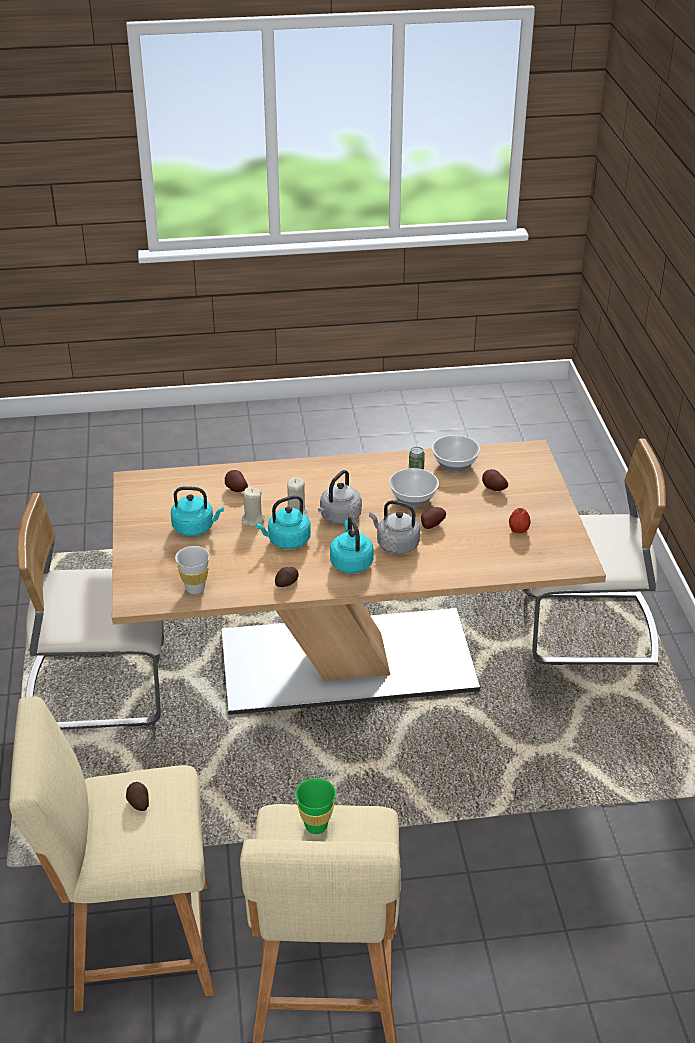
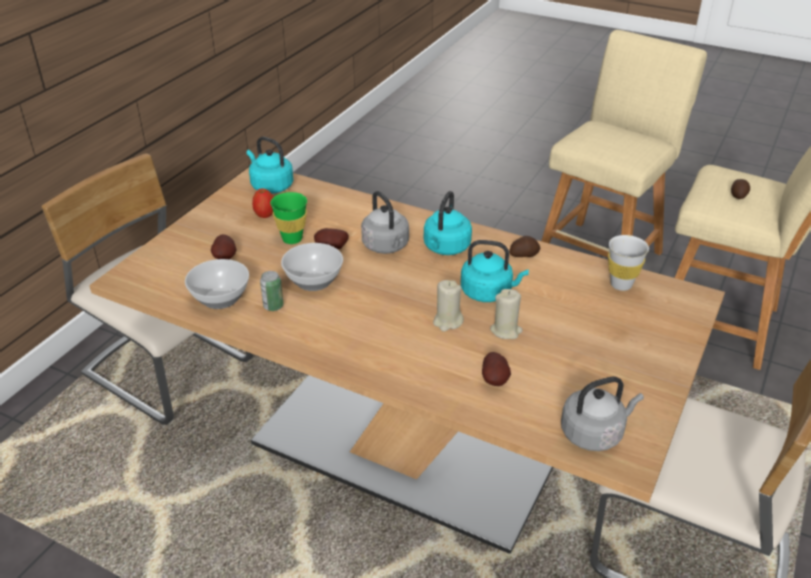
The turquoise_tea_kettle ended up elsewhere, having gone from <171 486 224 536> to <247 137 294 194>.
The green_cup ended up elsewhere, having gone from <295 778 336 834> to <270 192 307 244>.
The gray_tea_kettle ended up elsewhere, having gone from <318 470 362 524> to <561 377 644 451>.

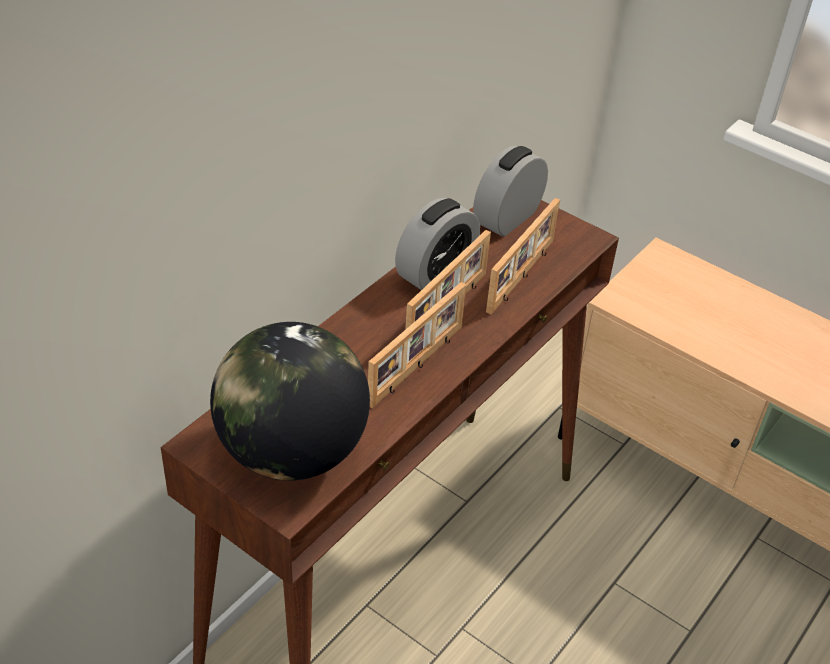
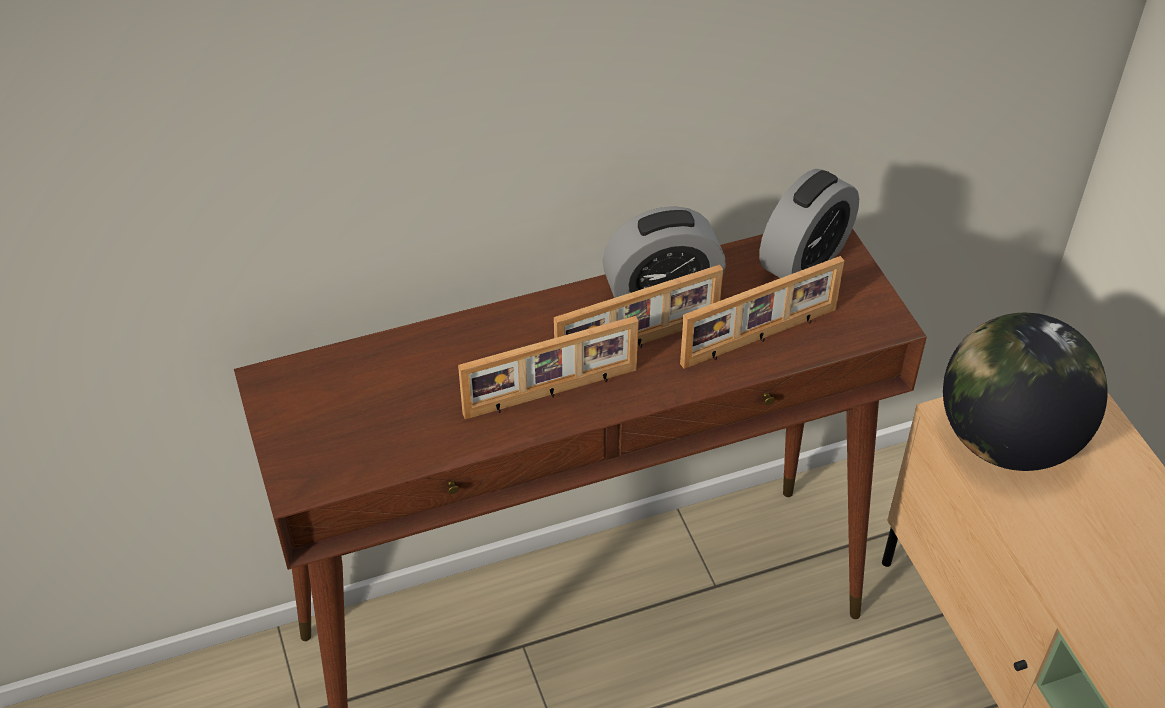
The alarm_clock at <473 146 548 237> ended up facing another way, 150 degrees clockwise from before.
The desk_globe ended up elsewhere, having gone from <210 322 370 481> to <943 313 1108 471>.

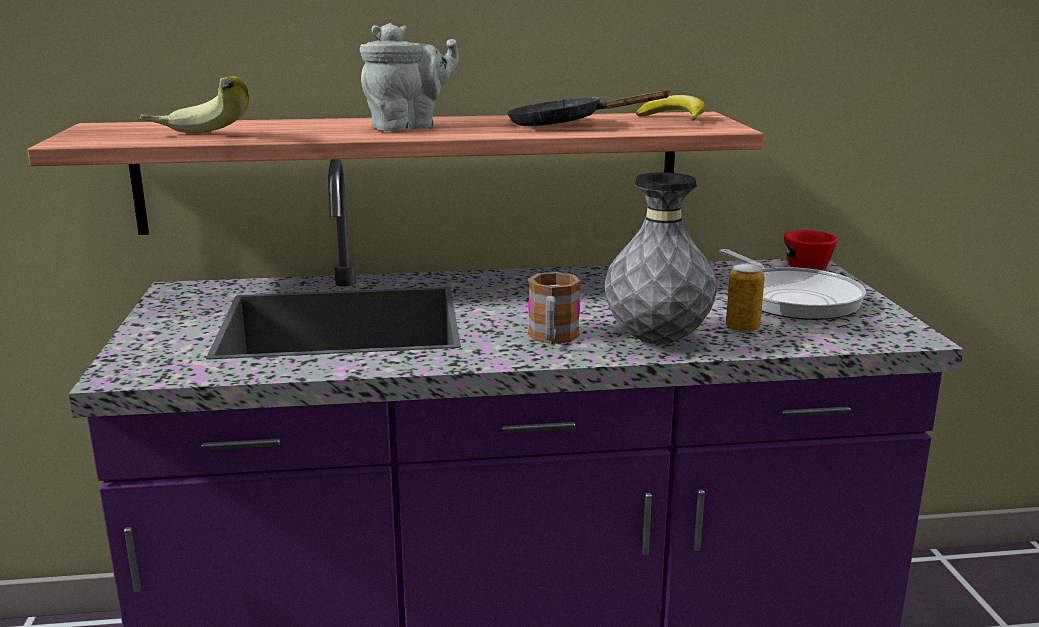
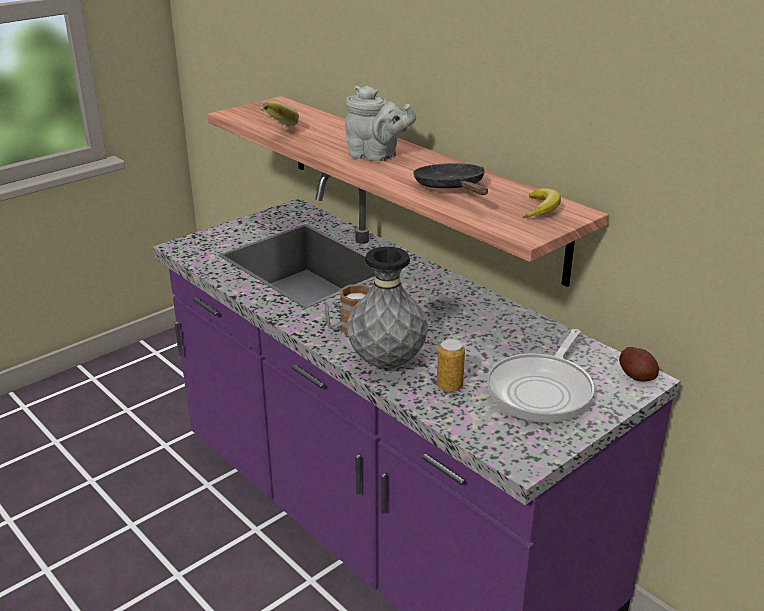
Where the reddish_cup stood at <784 230 837 270>, the potato came to stand at <619 347 659 382>.

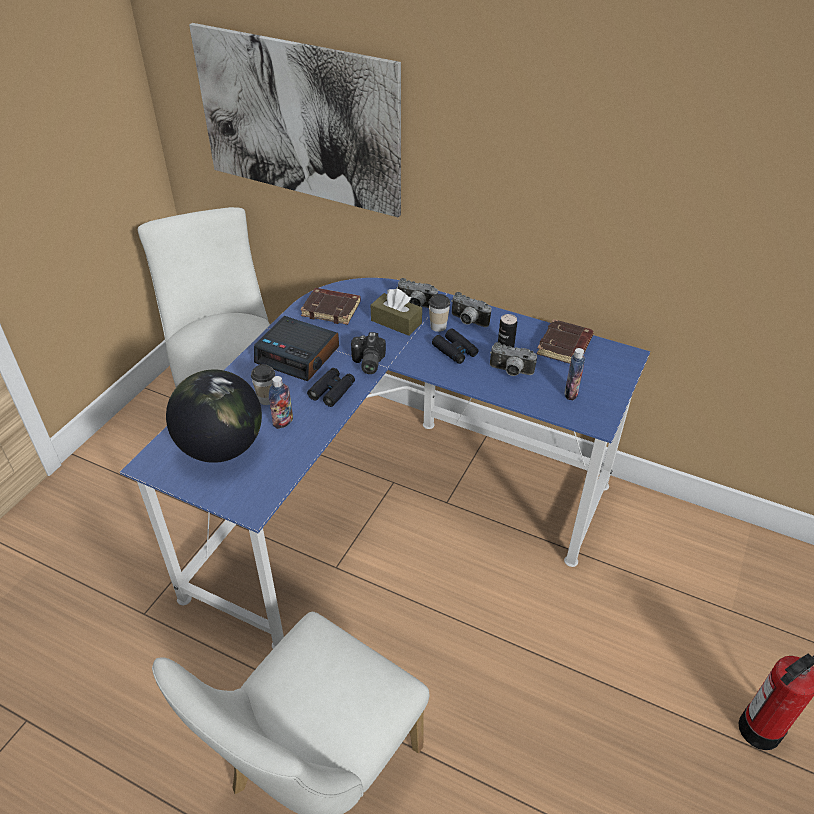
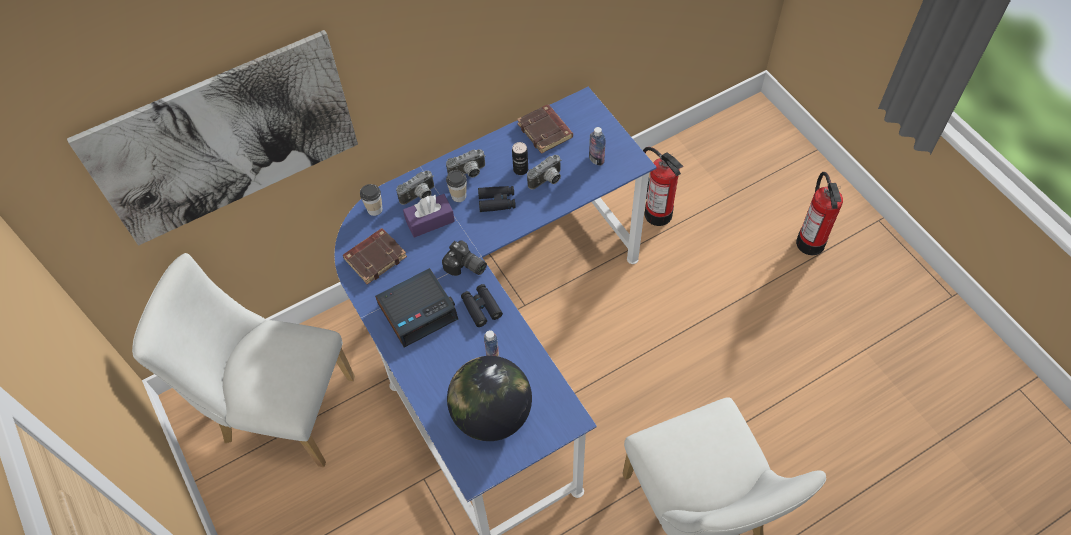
The cup ended up elsewhere, having gone from <251 364 275 405> to <360 184 383 216>.
What was the brownish_box_of_tissues at <371 288 422 336> turned into the purple_box_of_tissues at <403 194 455 238>.
The second view gained the fire_extinguisher at <643 147 684 226>.

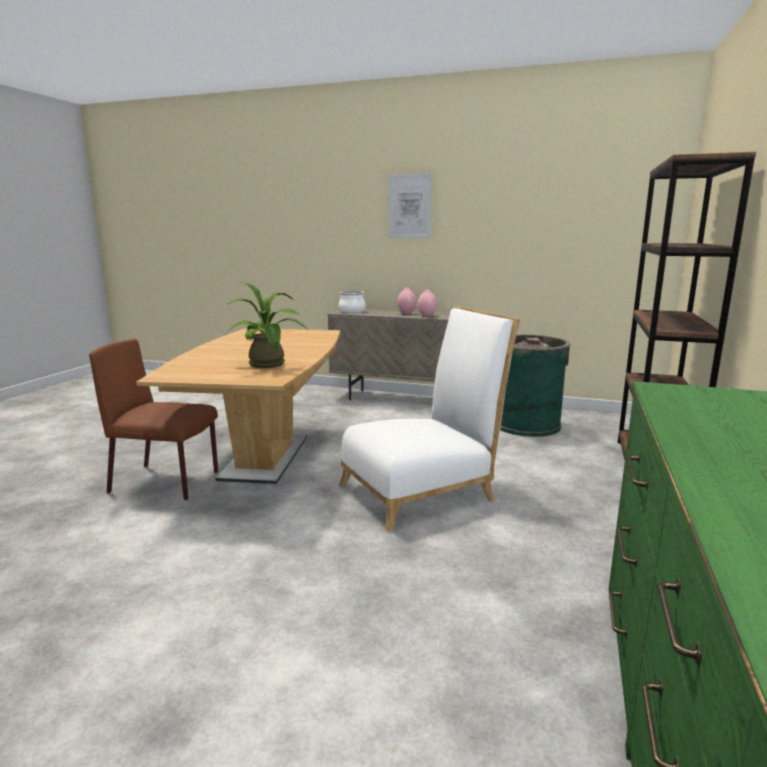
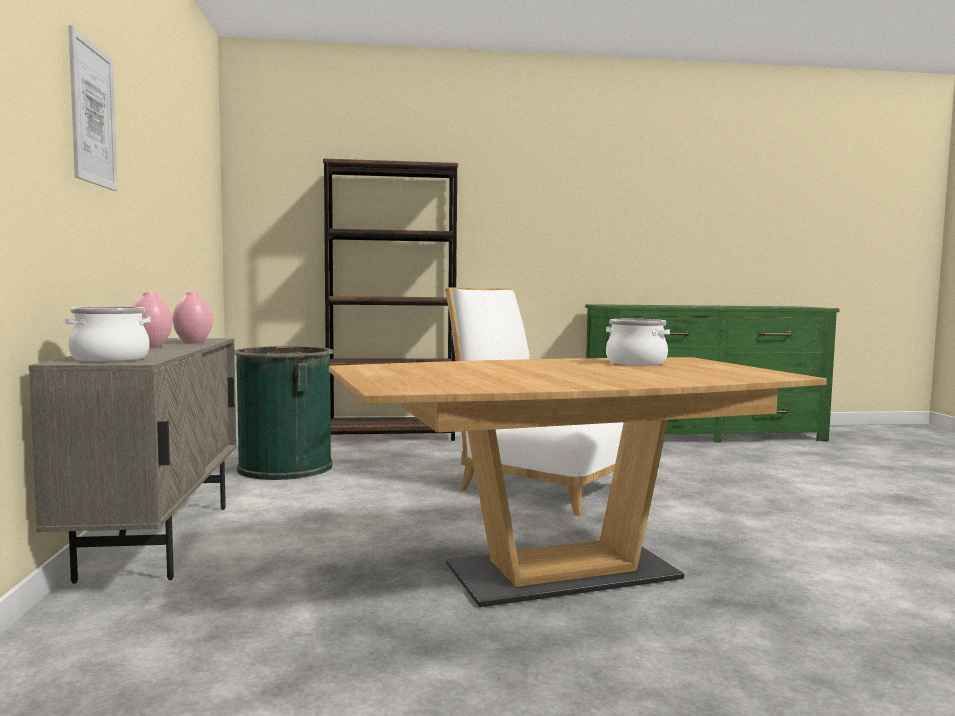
Where the houseplant stood at <225 282 308 368>, the stockpot came to stand at <606 319 670 366>.
The second view lost the brownish_upright_chair at <89 339 218 500>.

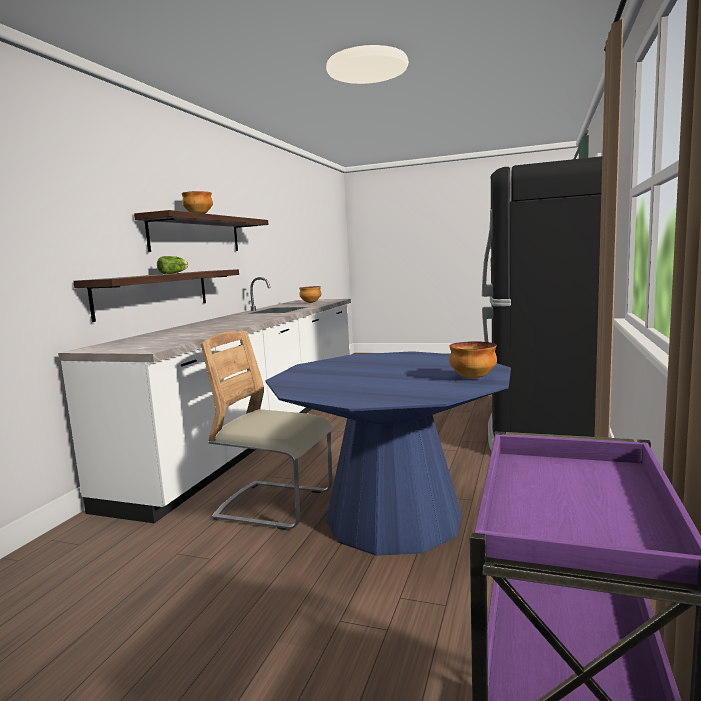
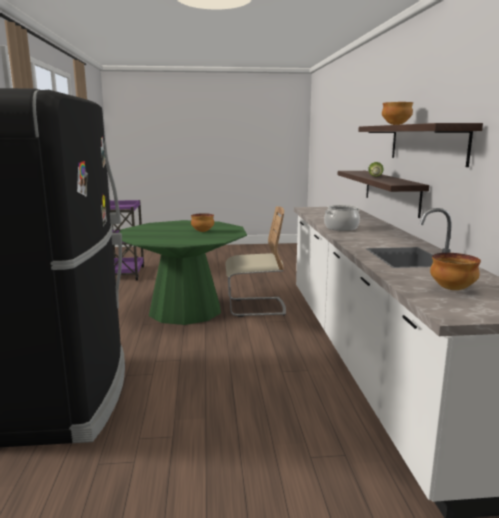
What was the blue_dinner_table at <265 351 511 556> turned into the green_dinner_table at <119 220 247 325>.
The bowl ended up elsewhere, having gone from <449 341 497 379> to <191 213 214 232>.
The second view gained the stockpot at <324 205 360 231>.

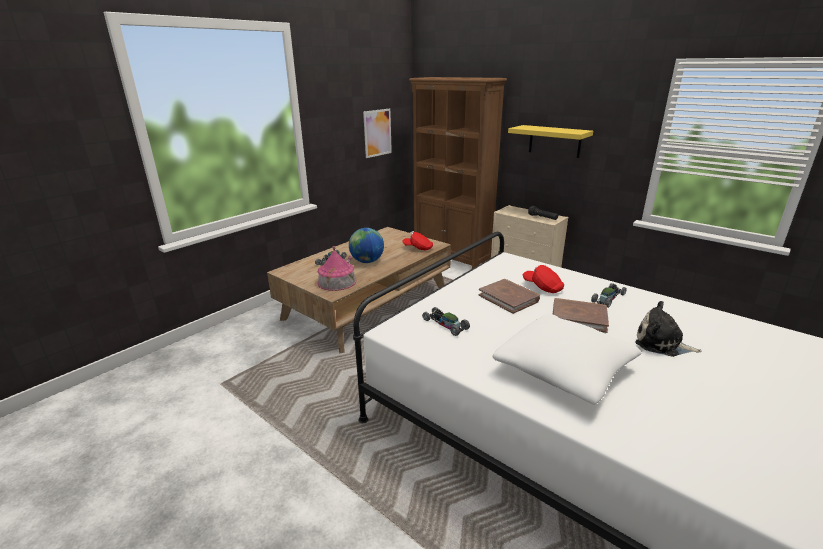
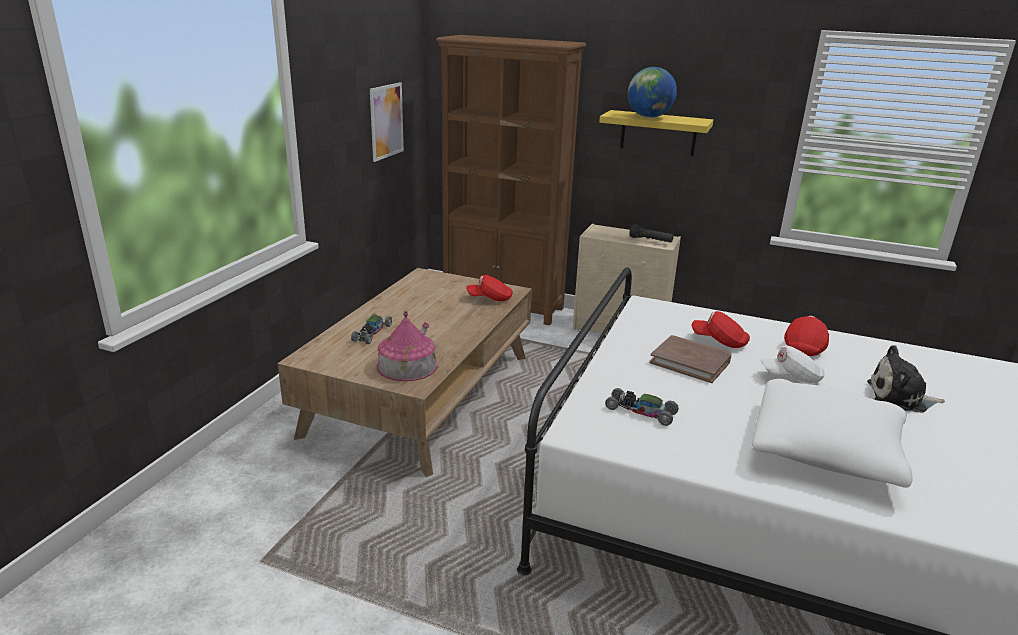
The desk_globe ended up elsewhere, having gone from <349 228 384 263> to <628 67 677 118>.
Where the brownish_volume stood at <553 298 609 333>, the white-coloured_cap came to stand at <760 346 824 383>.
Where the model_car stood at <591 283 627 308>, the reddish_cap came to stand at <784 316 829 356>.

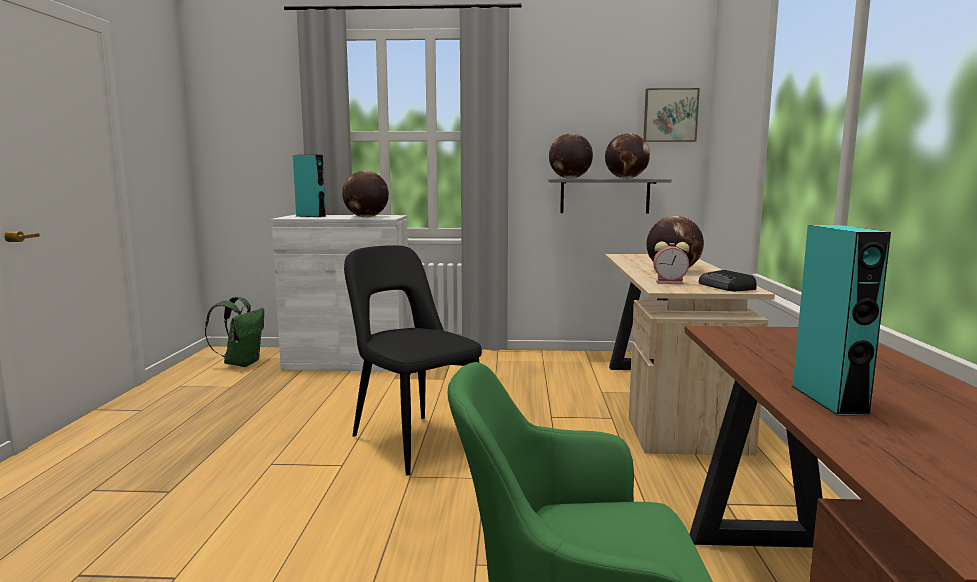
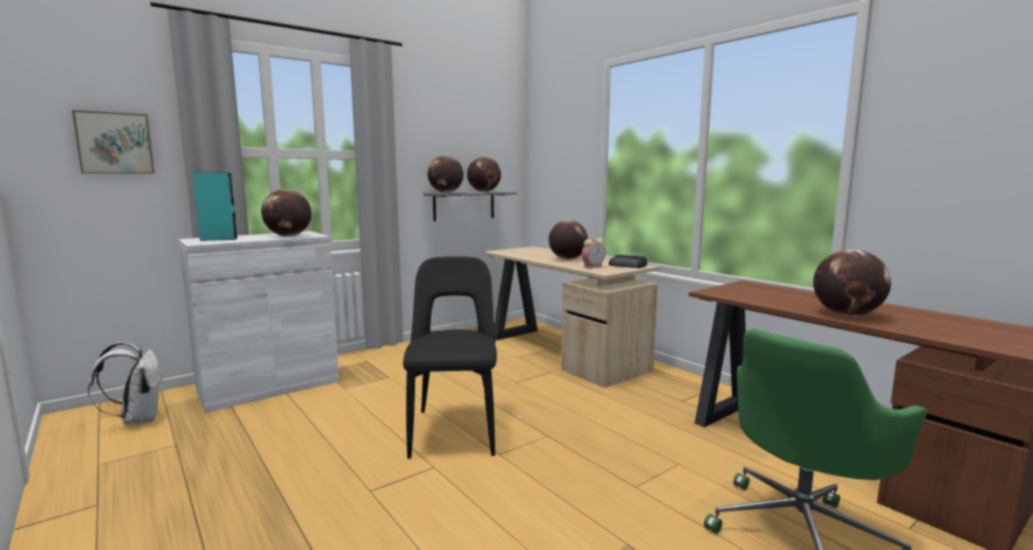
The wall_art ended up elsewhere, having gone from <643 88 700 142> to <72 110 154 173>.
What was the green_knapsack at <205 297 264 367> turned into the white-coloured_knapsack at <88 342 163 425>.
The blackish_upright_chair at <344 245 482 476> ended up facing another way, 75 degrees clockwise from before.
Where the turquoise_audio_speaker stood at <792 225 891 416>, the desk_globe came to stand at <813 249 891 316>.

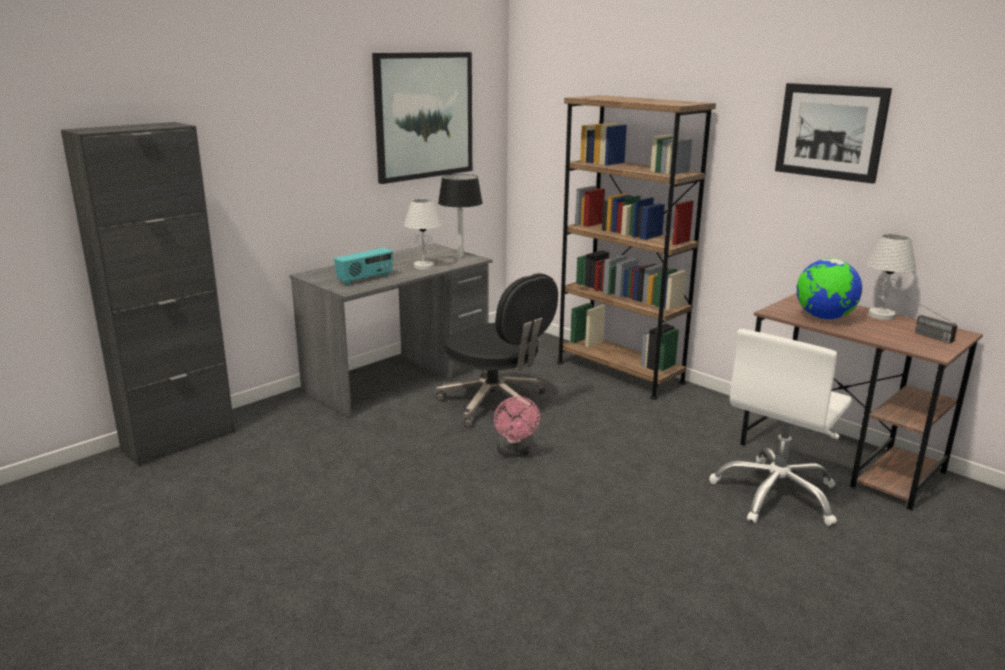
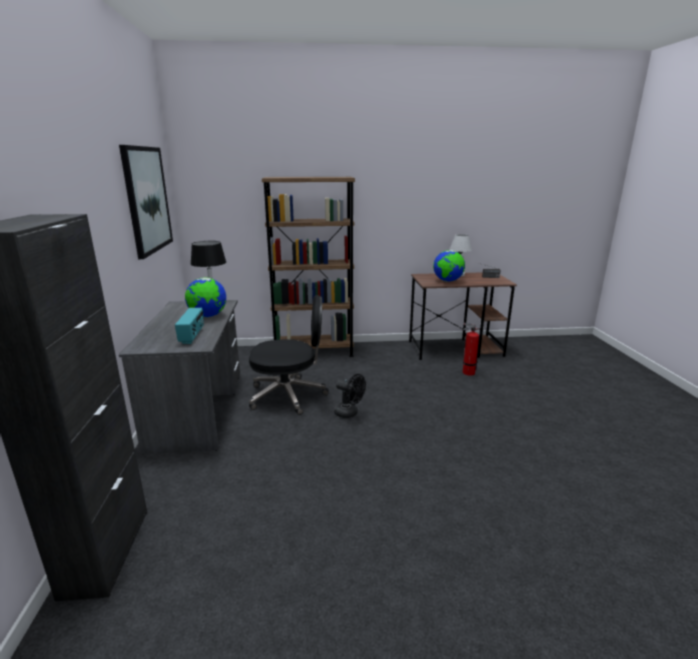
Where the white-coloured_table_lamp stood at <404 199 442 270>, the desk_globe came to stand at <185 277 226 317>.
What was the pink-coloured_electric_fan at <494 396 540 457> turned into the blackish_electric_fan at <334 374 366 418>.
Where the white-coloured_computer_chair stood at <709 329 852 526>, the fire_extinguisher came to stand at <462 323 481 376>.
The second view lost the wall_art at <775 83 892 184>.

